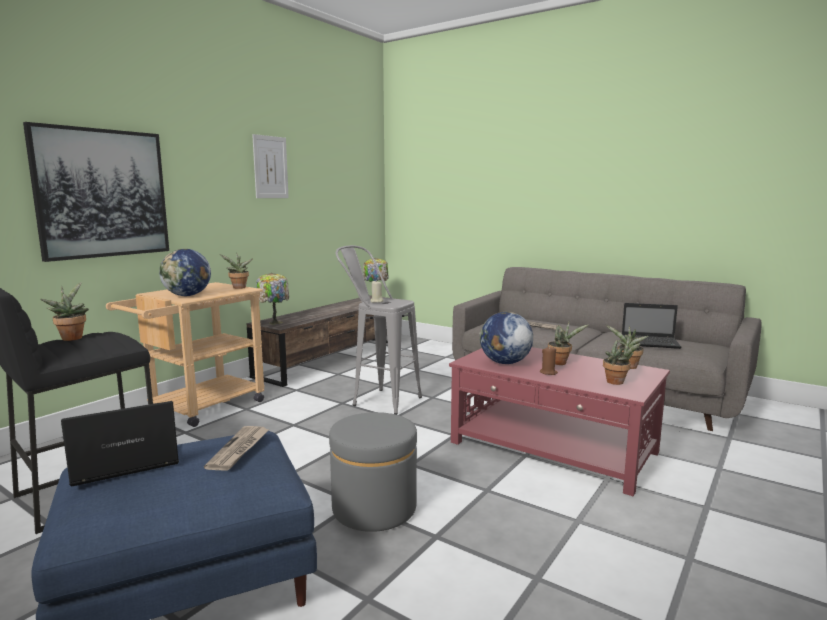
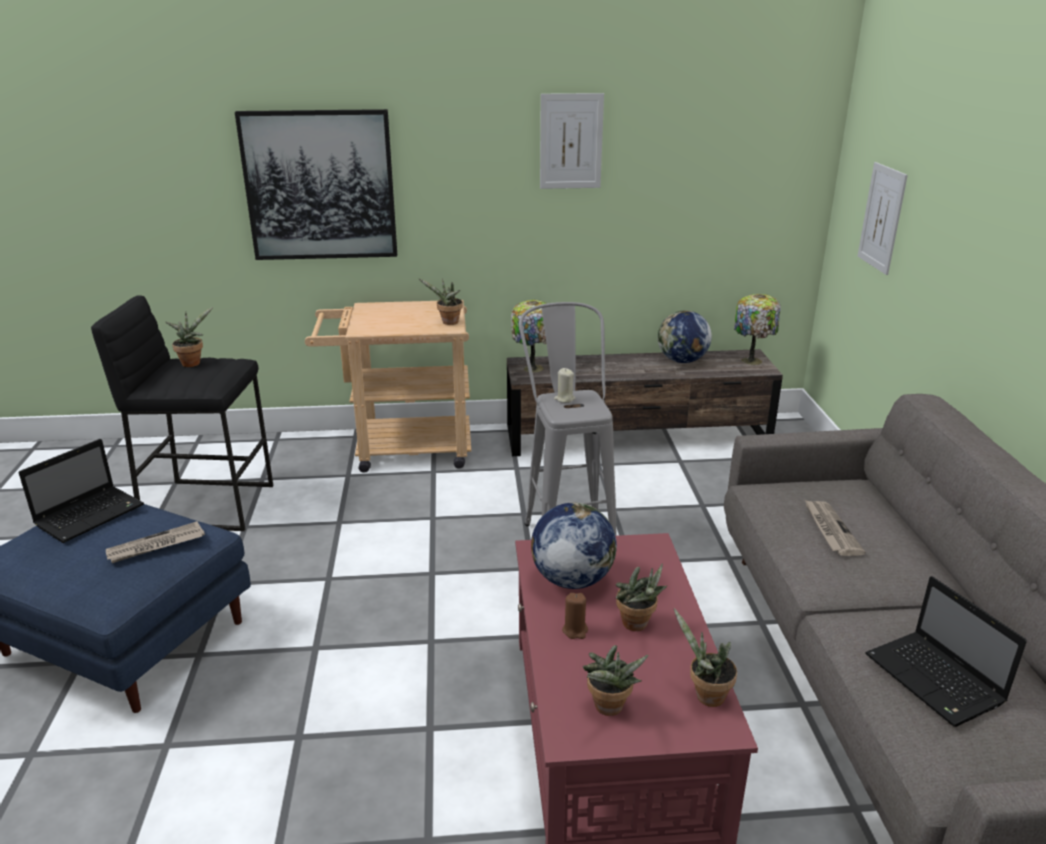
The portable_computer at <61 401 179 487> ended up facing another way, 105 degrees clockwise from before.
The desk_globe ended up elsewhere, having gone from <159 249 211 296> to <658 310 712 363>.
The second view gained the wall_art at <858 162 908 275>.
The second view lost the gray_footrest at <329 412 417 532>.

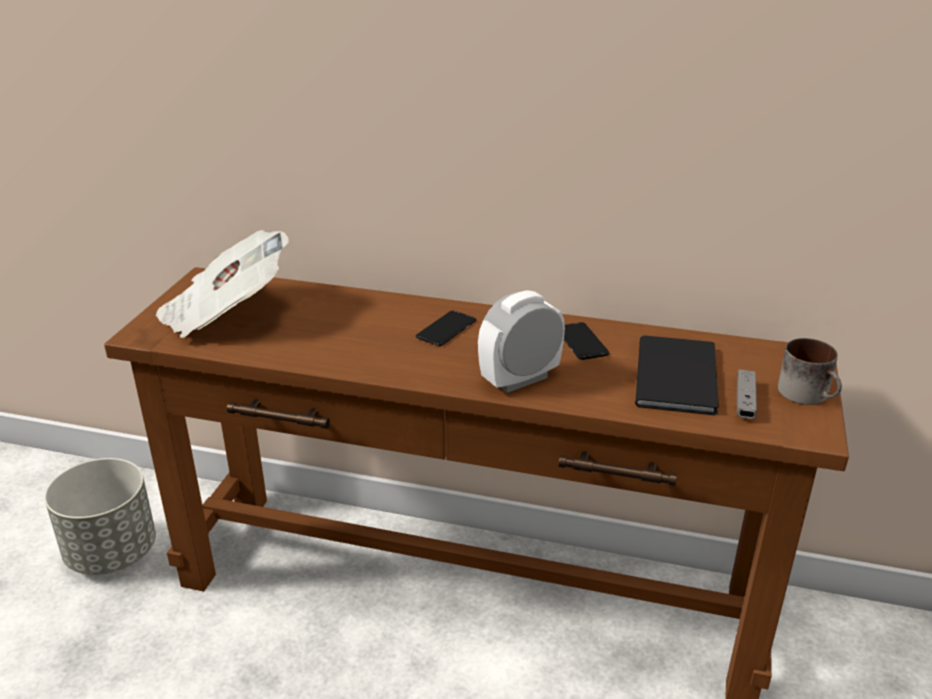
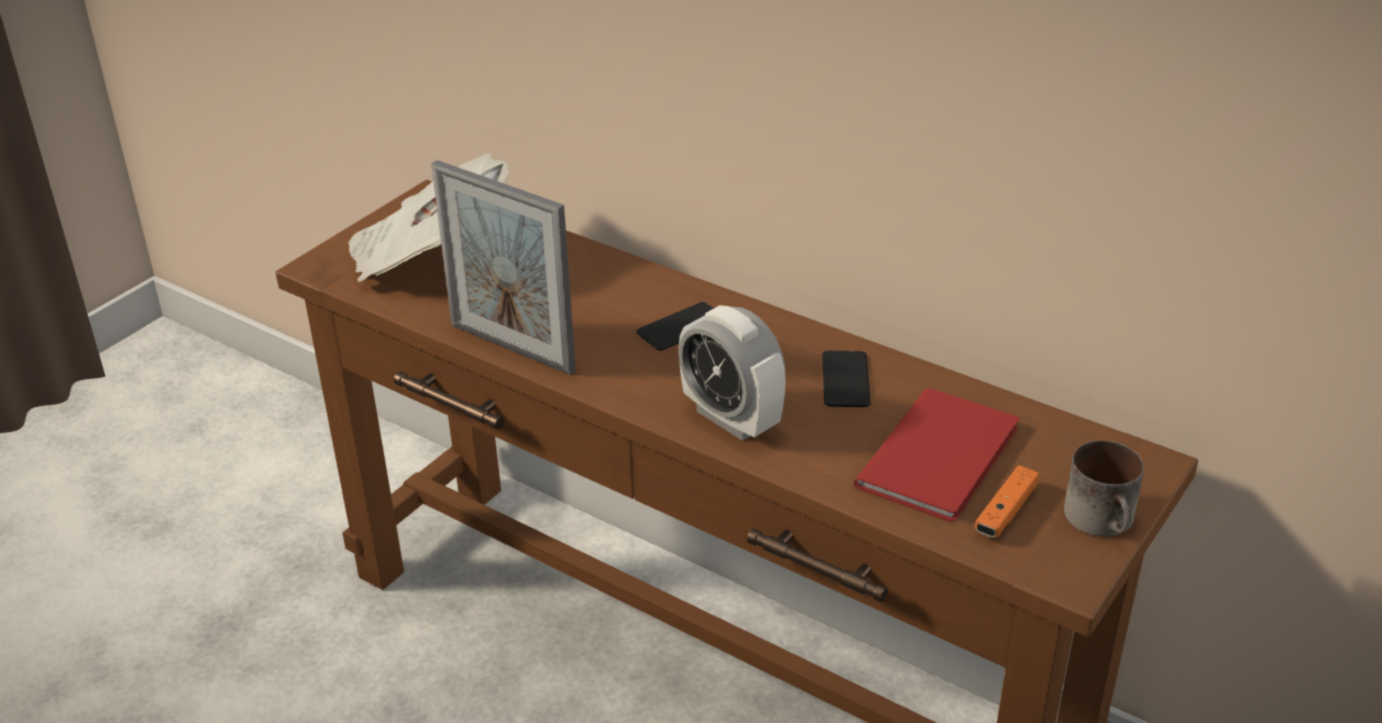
The second view gained the picture_frame at <431 160 576 375>.
The alarm_clock at <478 290 565 393> ended up facing another way, 120 degrees counterclockwise from before.
What was the blackish_volume at <635 335 719 415> turned into the reddish_volume at <854 388 1019 522>.
What was the gray_gamepad at <737 369 757 419> turned into the orangey_gamepad at <974 465 1039 538>.
The second view lost the gray_flower_pot at <45 458 156 575>.

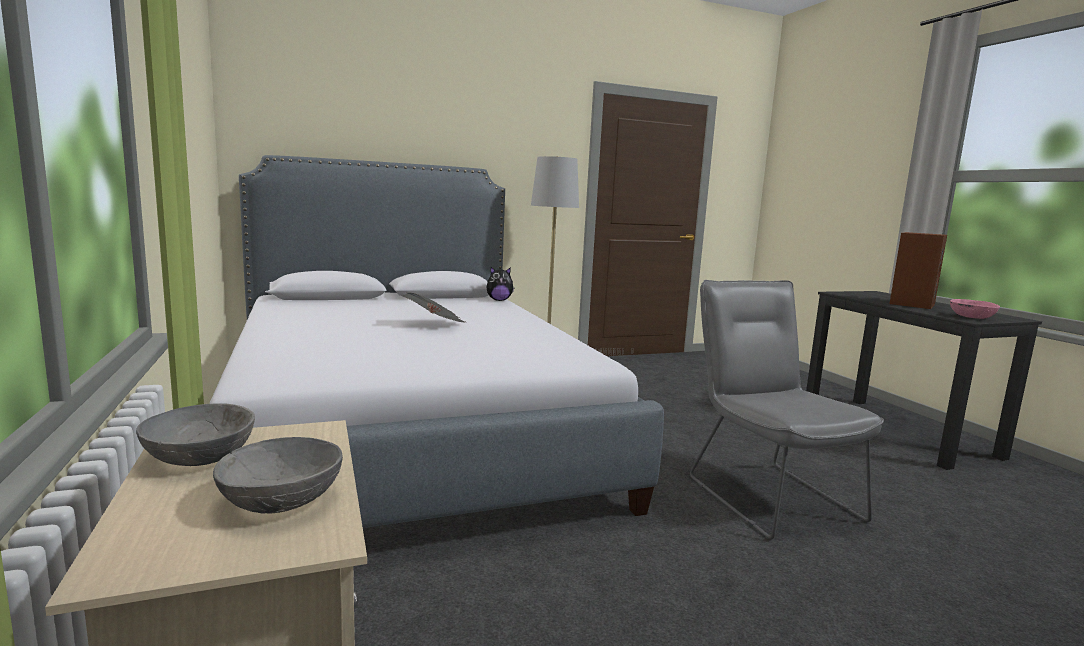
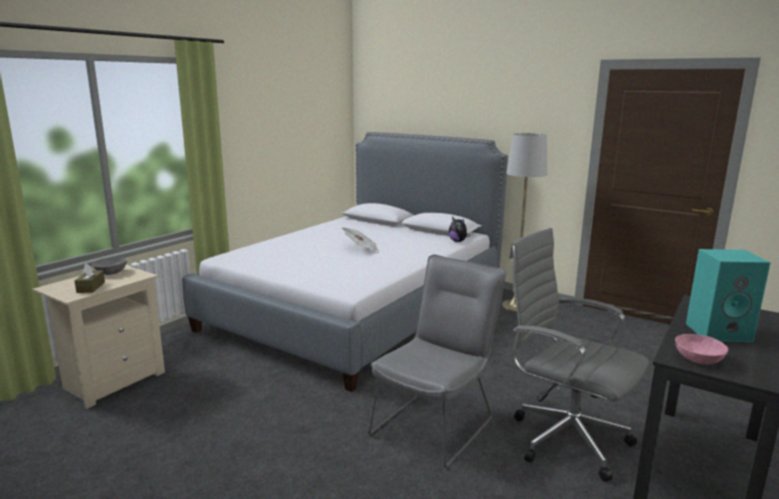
Where the gray_bowl stood at <213 437 343 513>, the brownish_box_of_tissues came to stand at <74 263 105 293>.
The second view gained the gray_computer_chair at <509 228 649 482>.
What was the brownish_audio_speaker at <889 232 947 309> turned into the turquoise_audio_speaker at <686 249 771 342>.

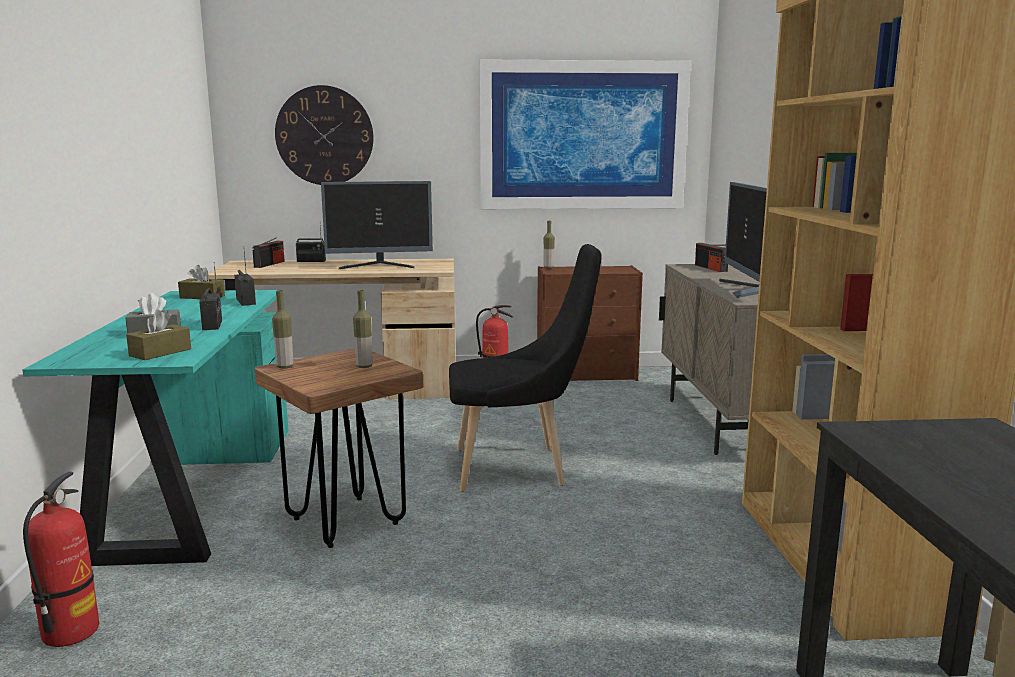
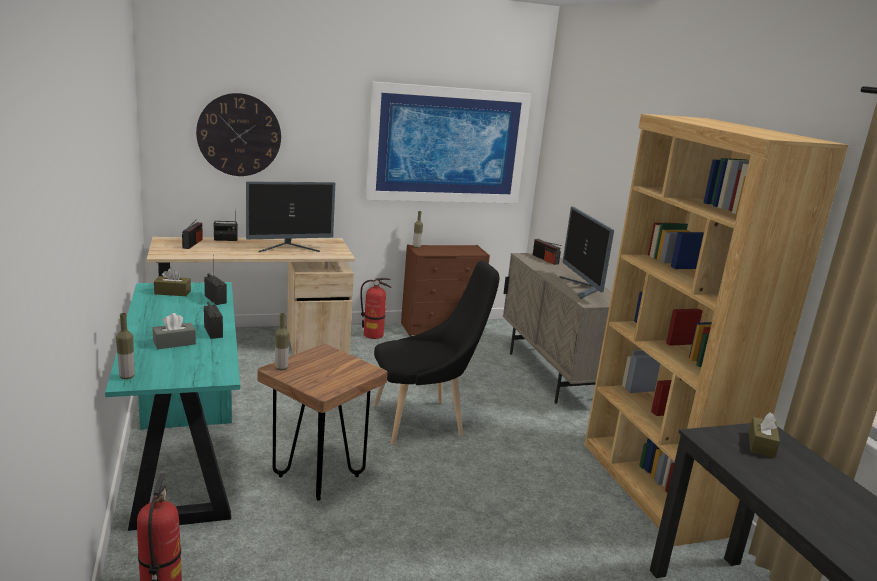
The beverage_bottle ended up elsewhere, having gone from <353 290 372 368> to <116 313 135 379>.
The brownish_box_of_tissues ended up elsewhere, having gone from <126 309 191 360> to <749 412 780 458>.

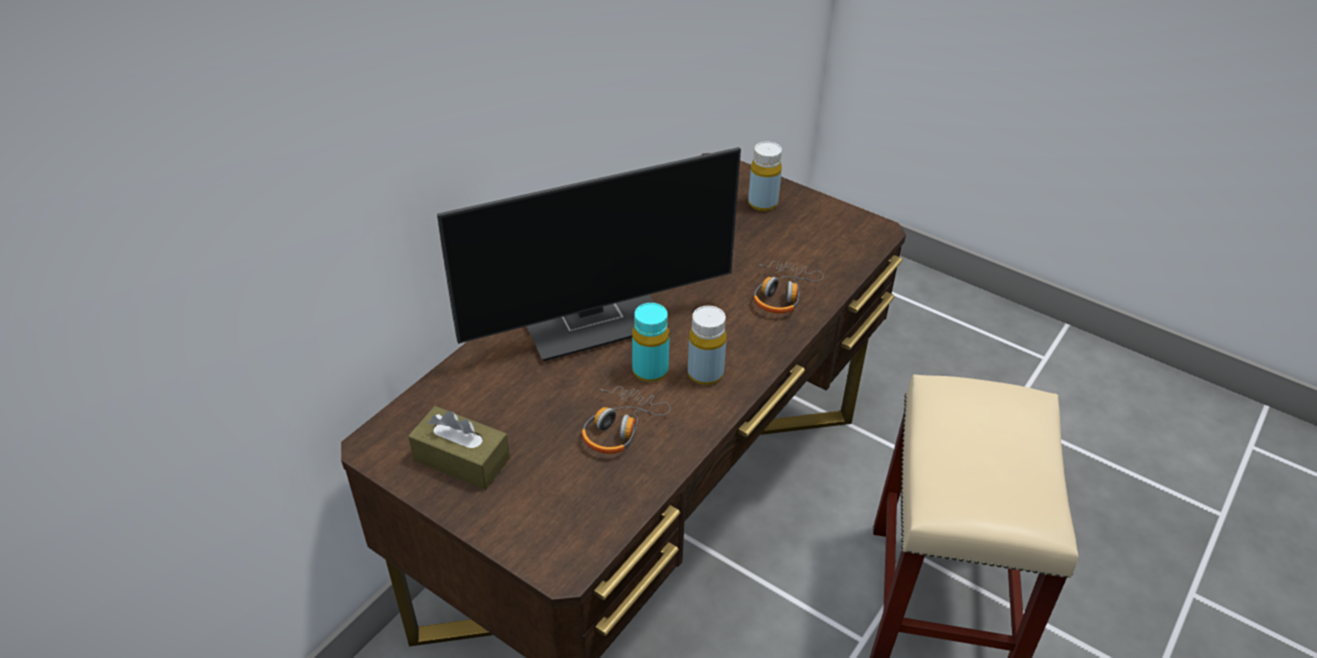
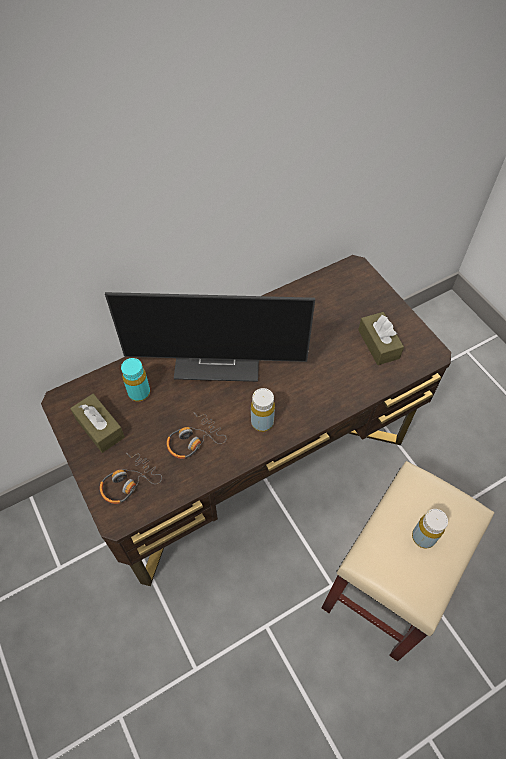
The pair_of_headphones ended up elsewhere, having gone from <754 261 824 314> to <100 453 162 504>.
The turquoise_beverage_bottle ended up elsewhere, having gone from <632 303 670 382> to <121 358 150 402>.
The second view gained the brownish_box_of_tissues at <358 312 404 365>.
The yellow-coloured_beverage_bottle ended up elsewhere, having gone from <748 141 782 211> to <412 509 448 549>.

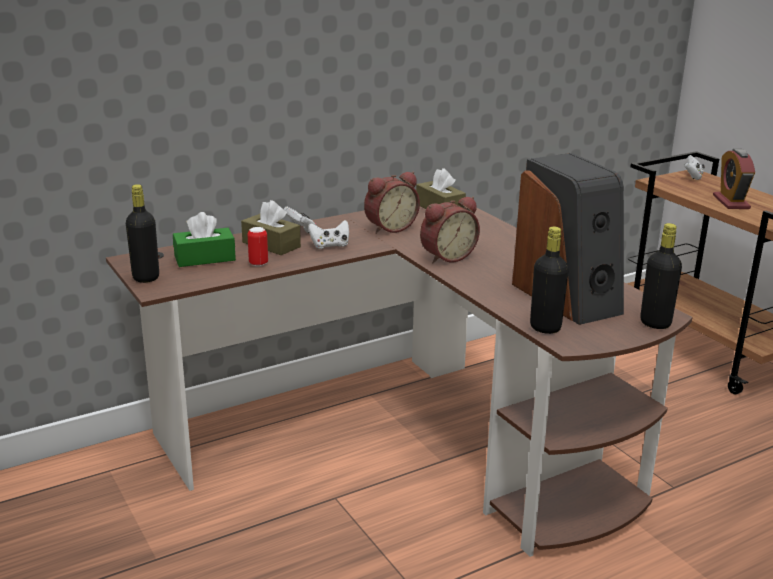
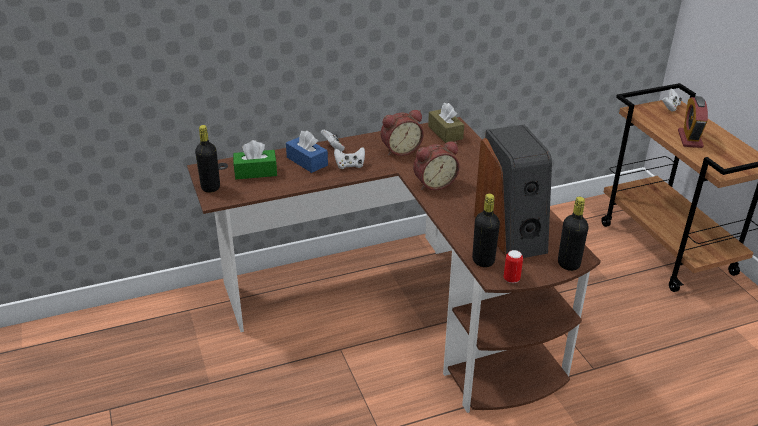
What was the brownish_box_of_tissues at <241 200 301 255> turned into the blue_box_of_tissues at <286 130 328 173>.
The metal_can ended up elsewhere, having gone from <248 227 268 267> to <504 250 523 283>.

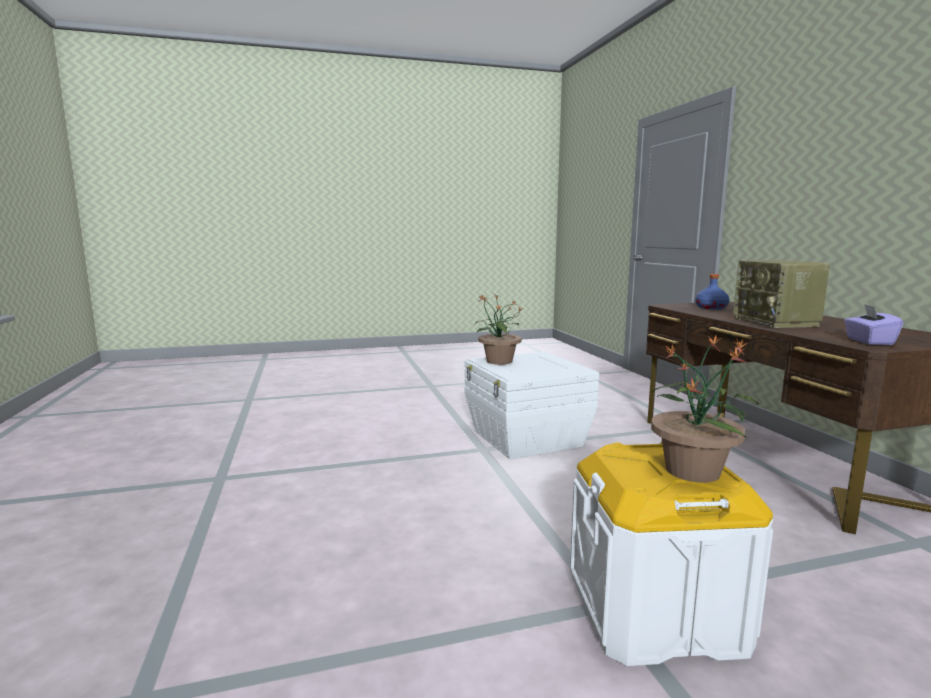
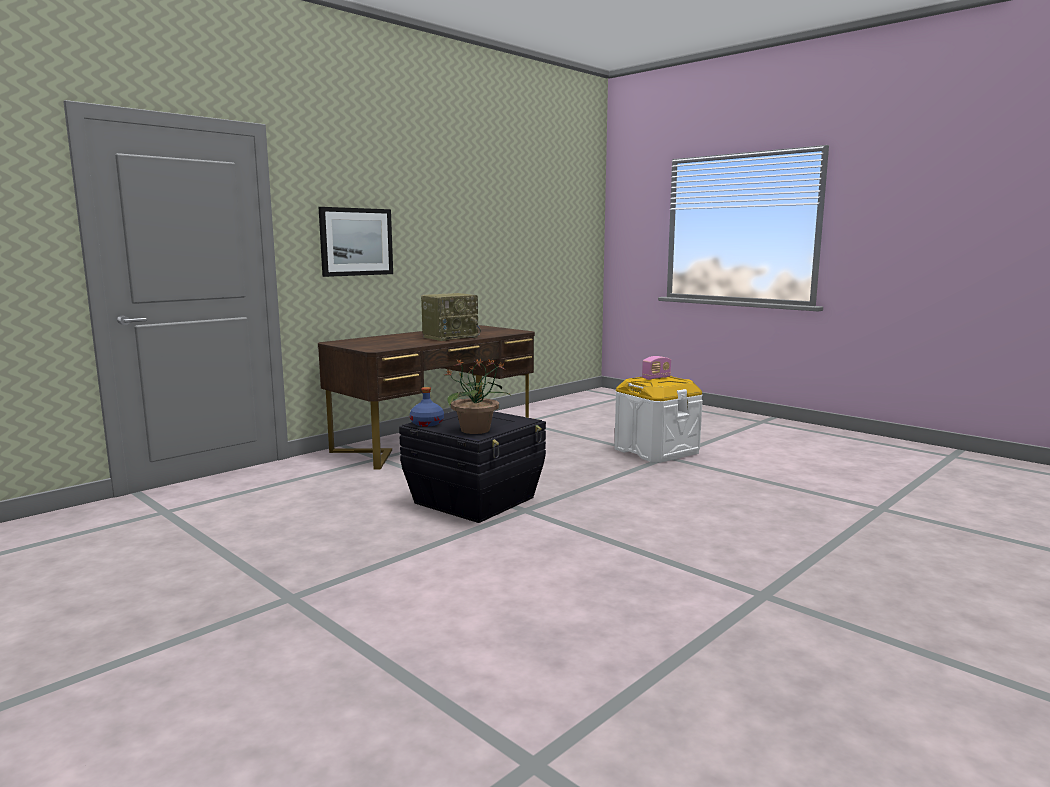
The second view gained the wall_art at <319 207 393 277>.
What was the white-coloured_storage_bin at <464 352 599 459> turned into the blackish_storage_bin at <399 411 546 523>.
The blue_beverage_bottle ended up elsewhere, having gone from <695 274 730 309> to <410 387 444 427>.
Where the houseplant stood at <651 335 759 483>, the radio_receiver came to stand at <642 356 671 380>.
The second view lost the purple_box_of_tissues at <844 304 903 345>.

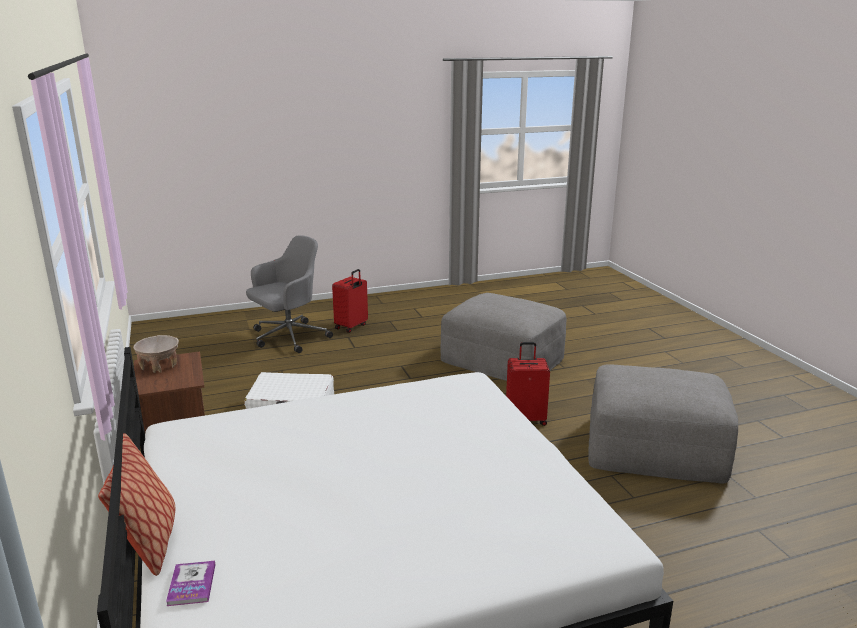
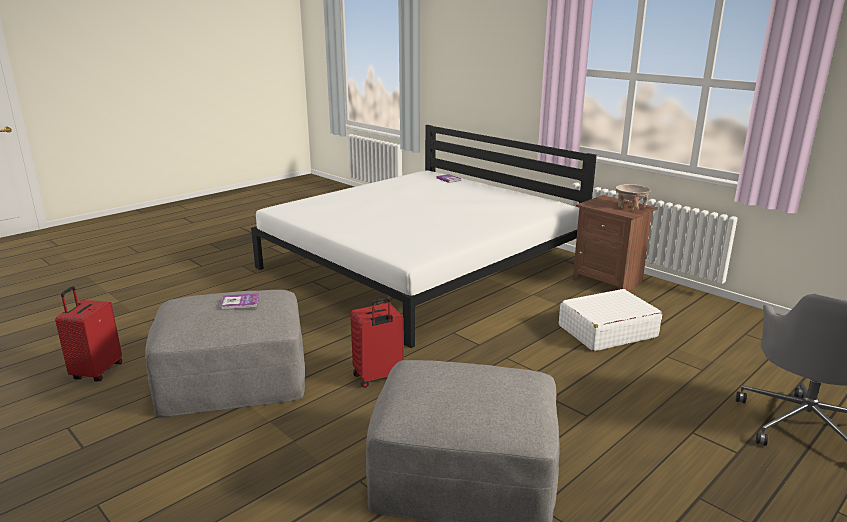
The reddish_suitcase ended up elsewhere, having gone from <332 269 368 333> to <55 286 122 381>.
The second view gained the volume at <220 293 259 310>.
The second view lost the pillow at <98 433 176 576>.

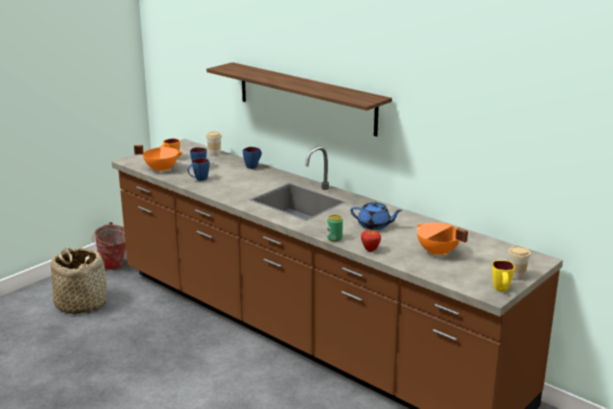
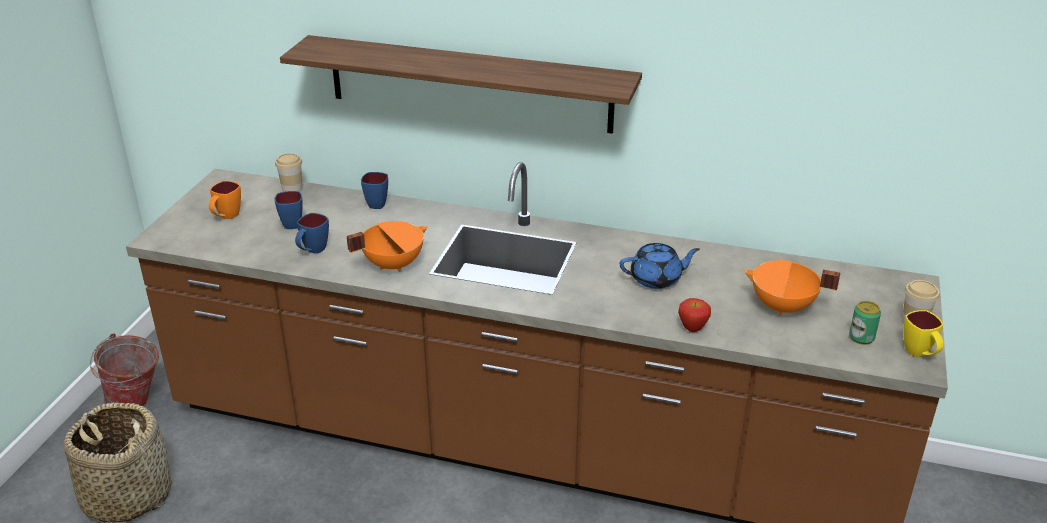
The orangey_stockpot ended up elsewhere, having gone from <134 145 183 173> to <347 221 428 272>.
The metal_can ended up elsewhere, having gone from <327 215 343 242> to <849 301 881 345>.

